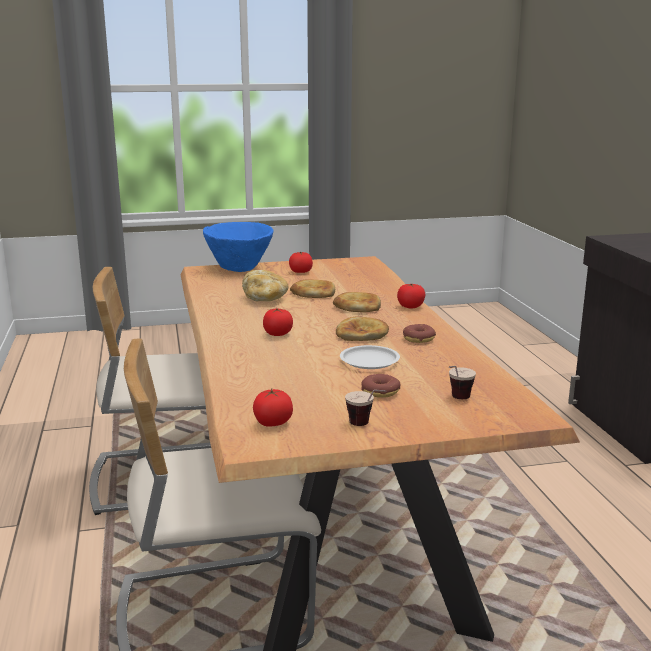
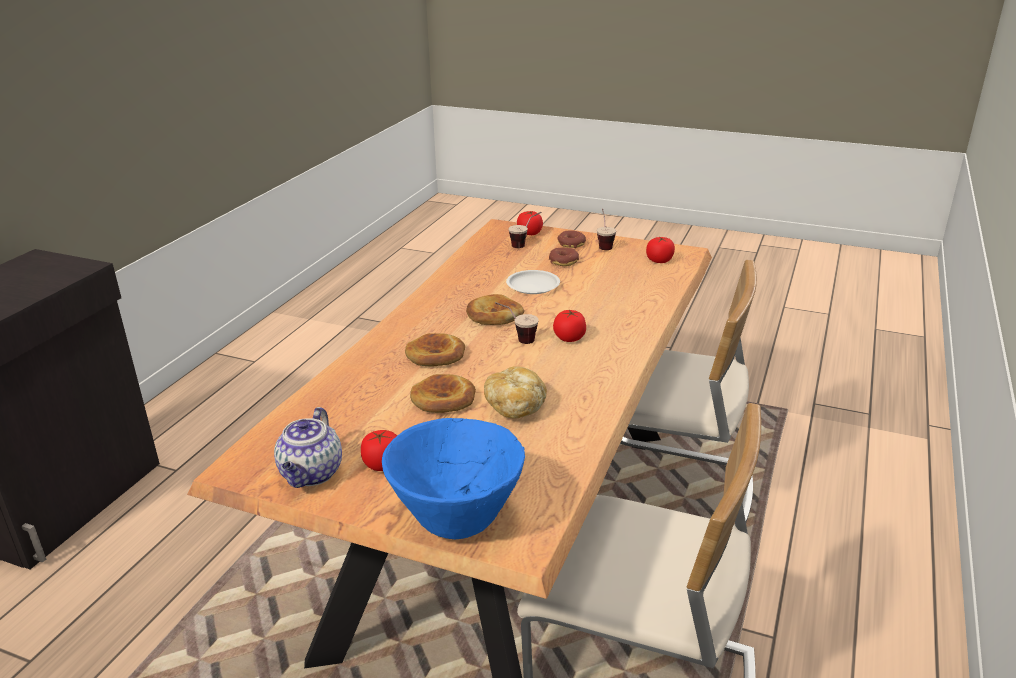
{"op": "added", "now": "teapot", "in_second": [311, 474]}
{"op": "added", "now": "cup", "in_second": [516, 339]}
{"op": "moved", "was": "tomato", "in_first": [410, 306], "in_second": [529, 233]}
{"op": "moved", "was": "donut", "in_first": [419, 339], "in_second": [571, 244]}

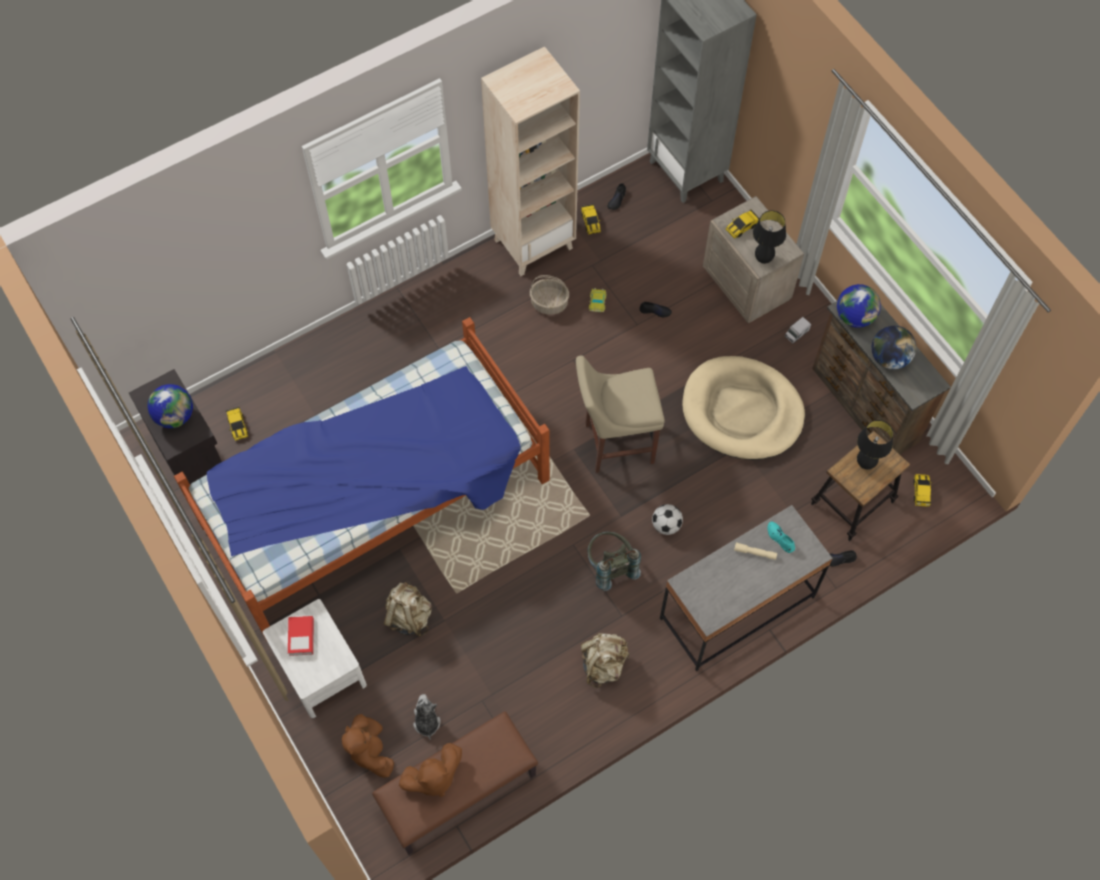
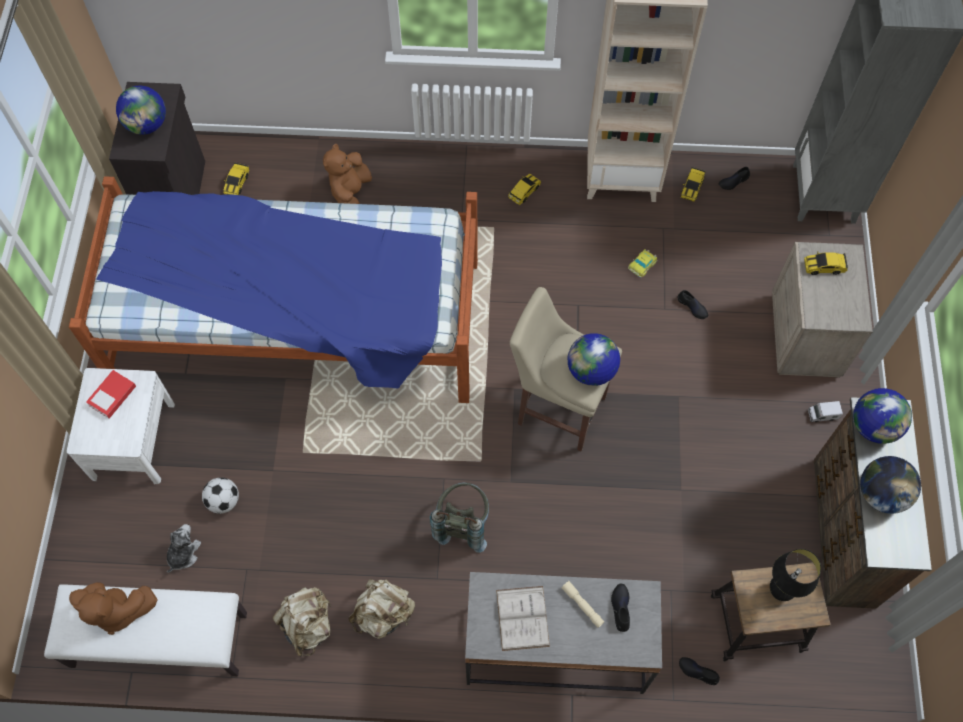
{"op": "removed", "was": "basket", "in_first": [549, 303]}
{"op": "removed", "was": "beige dog bed", "in_first": [742, 411]}
{"op": "removed", "was": "black table lamp", "in_first": [763, 259]}
{"op": "added", "now": "white book", "in_second": [522, 618]}
{"op": "added", "now": "globe", "in_second": [591, 371]}
{"op": "moved", "was": "brown plush toy", "in_first": [370, 750], "in_second": [350, 192]}
{"op": "moved", "was": "beige backpack", "in_first": [409, 616], "in_second": [308, 625]}
{"op": "moved", "was": "football", "in_first": [666, 525], "in_second": [224, 501]}
{"op": "moved", "was": "toy car", "in_first": [921, 492], "in_second": [524, 192]}
{"op": "recoloured", "was": "brown bench", "now": "white bench", "in_first": [458, 792], "in_second": [158, 641]}
{"op": "recoloured", "was": "turquoise shoe", "now": "black shoe", "in_first": [780, 538], "in_second": [620, 608]}

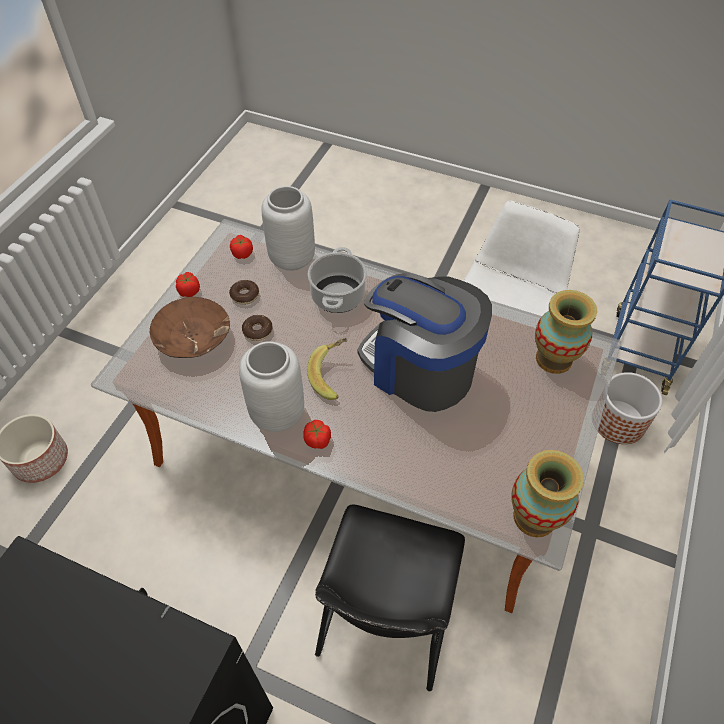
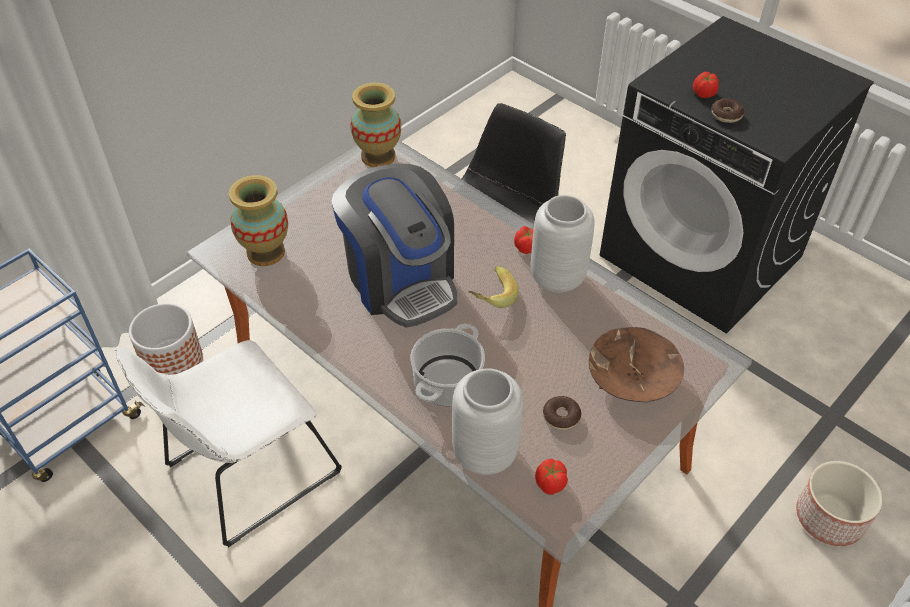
{"op": "moved", "was": "tomato", "in_first": [189, 291], "in_second": [703, 93]}
{"op": "moved", "was": "donut", "in_first": [257, 331], "in_second": [726, 115]}

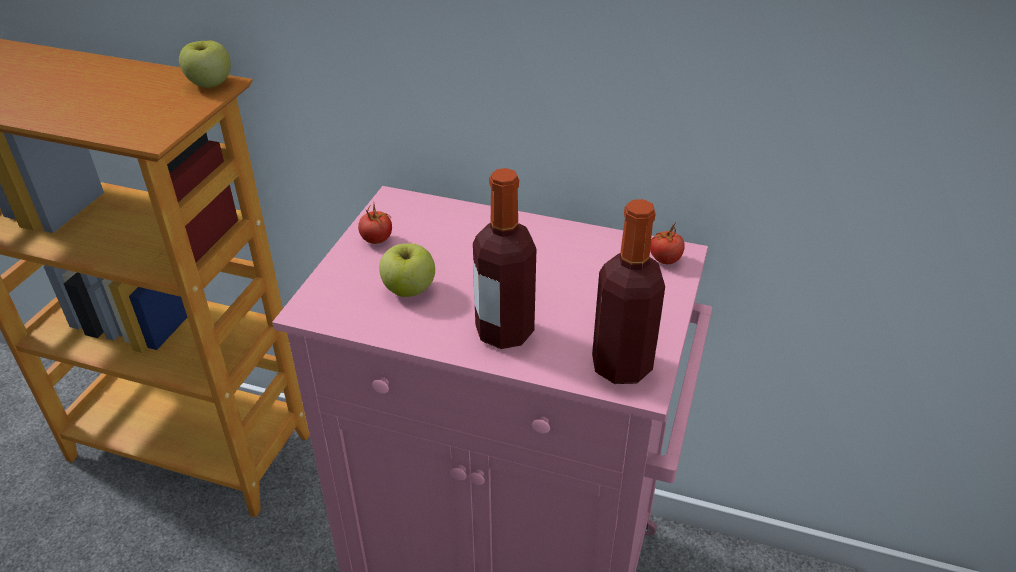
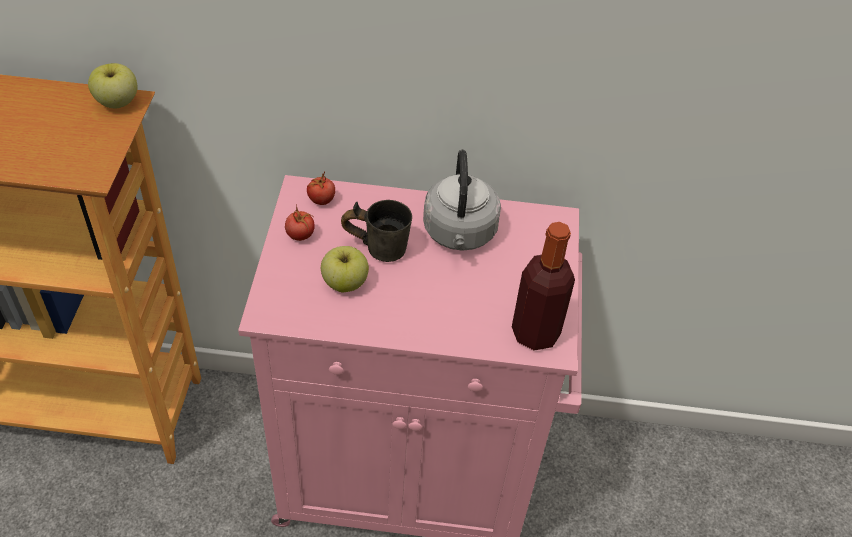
{"op": "removed", "was": "bottle", "in_first": [504, 331]}
{"op": "added", "now": "grey mug", "in_second": [378, 245]}
{"op": "added", "now": "grey kettle", "in_second": [459, 234]}
{"op": "moved", "was": "tomato", "in_first": [665, 259], "in_second": [321, 200]}

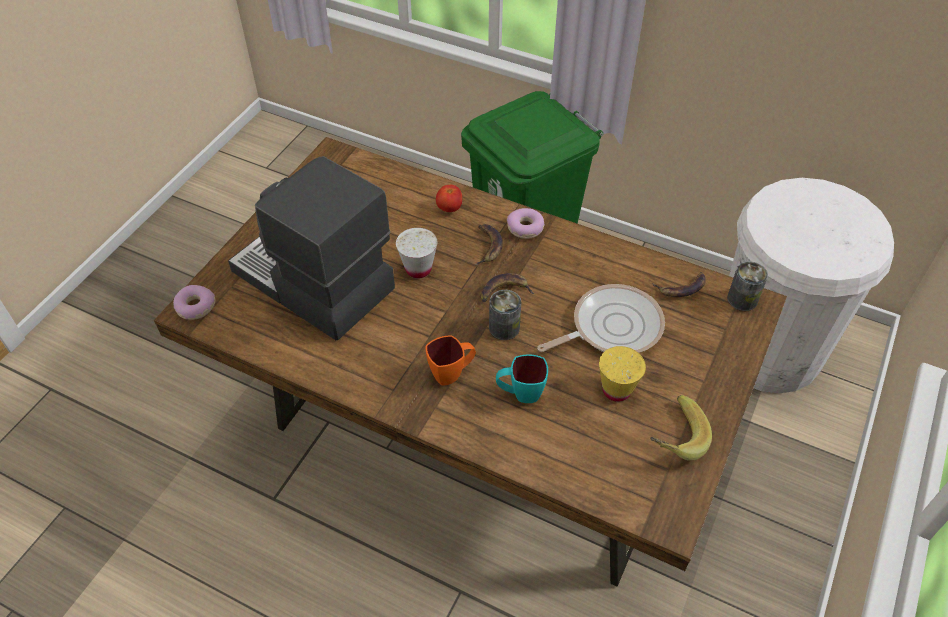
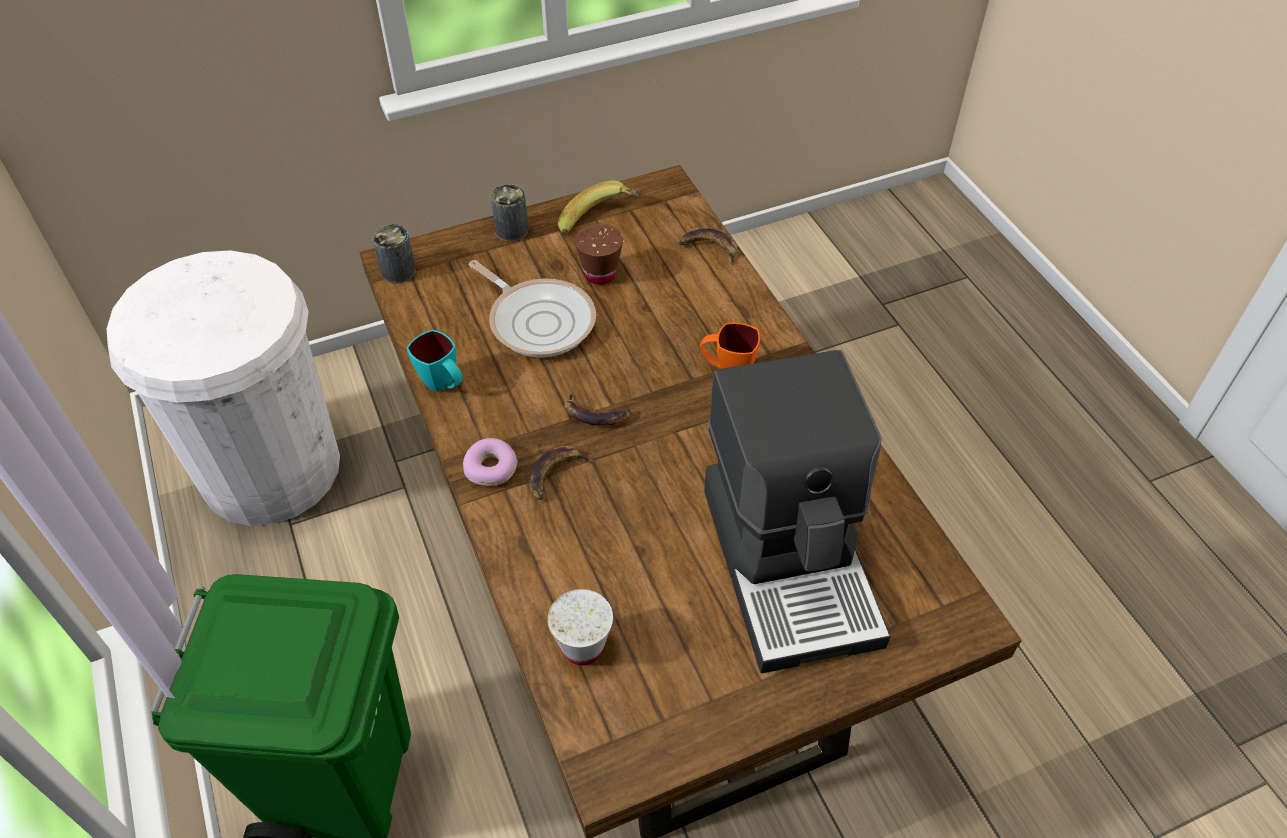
{"op": "removed", "was": "donut", "in_first": [195, 307]}
{"op": "removed", "was": "tomato", "in_first": [449, 208]}
{"op": "moved", "was": "white cup", "in_first": [418, 269], "in_second": [582, 647]}
{"op": "moved", "was": "can", "in_first": [504, 328], "in_second": [512, 230]}
{"op": "moved", "was": "turquoise mug", "in_first": [520, 394], "in_second": [443, 385]}
{"op": "moved", "was": "banana", "in_first": [682, 288], "in_second": [709, 248]}
{"op": "recoloured", "was": "yellow cup", "now": "brown cup", "in_first": [616, 390], "in_second": [600, 274]}
{"op": "turned", "was": "frying pan", "in_first": [611, 327], "in_second": [539, 320], "clockwise": -150}

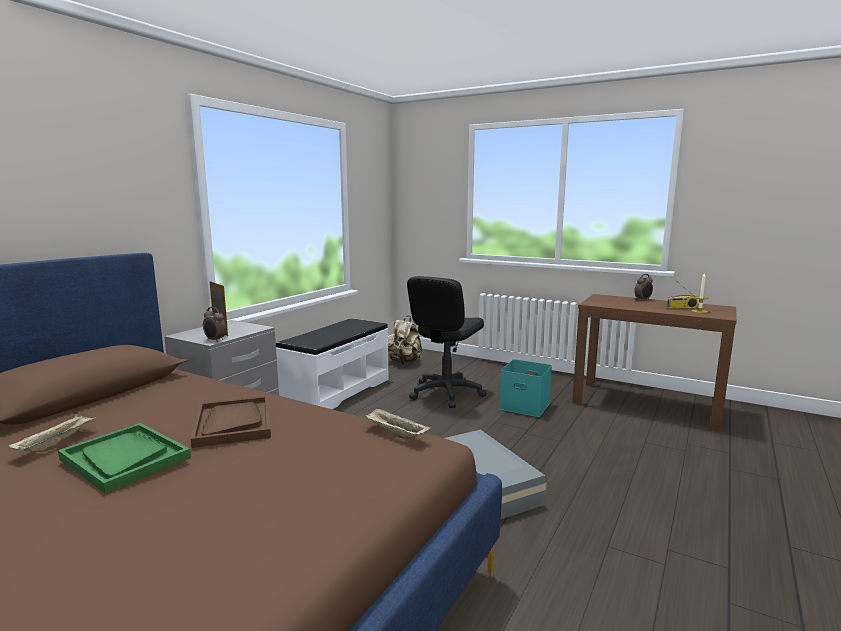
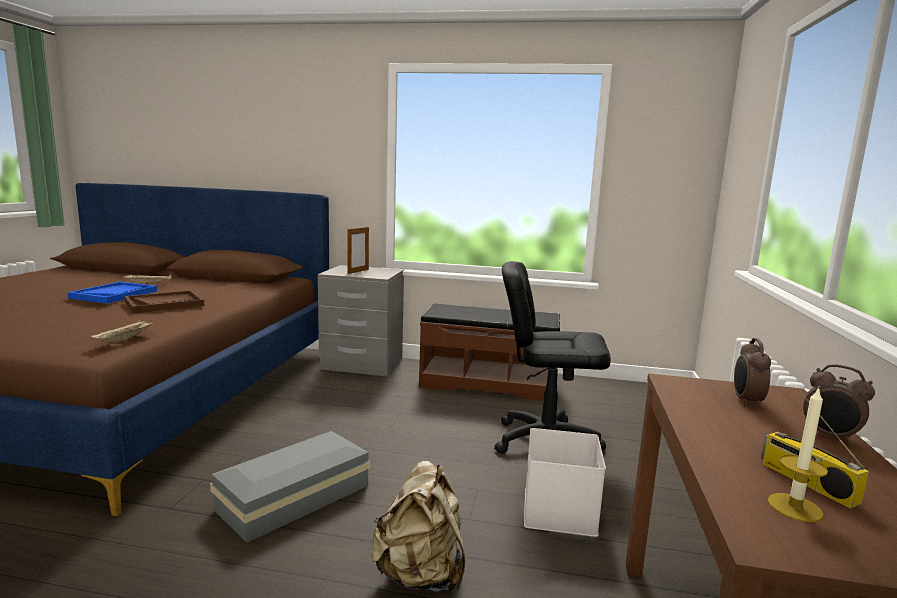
{"op": "moved", "was": "alarm clock", "in_first": [215, 340], "in_second": [746, 401]}
{"op": "moved", "was": "beige backpack", "in_first": [404, 362], "in_second": [420, 574]}
{"op": "recoloured", "was": "green tray", "now": "blue tray", "in_first": [124, 458], "in_second": [114, 294]}
{"op": "recoloured", "was": "white bench", "now": "brown bench", "in_first": [336, 391], "in_second": [488, 383]}
{"op": "recoloured", "was": "turquoise storage box", "now": "white storage box", "in_first": [526, 406], "in_second": [561, 512]}

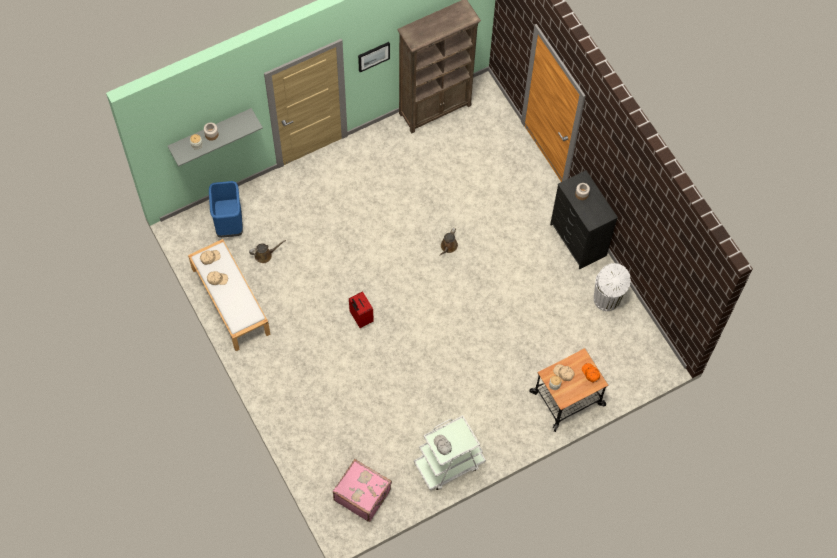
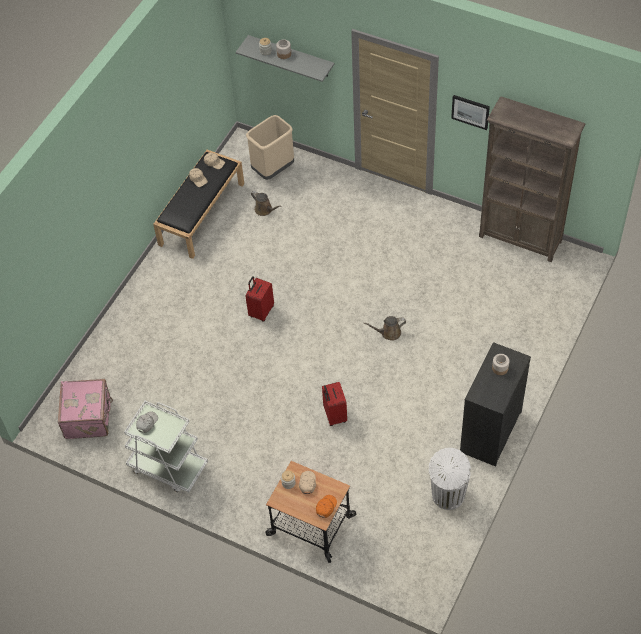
{"op": "added", "now": "red suitcase", "in_second": [334, 415]}
{"op": "recoloured", "was": "white bench", "now": "black bench", "in_first": [230, 301], "in_second": [201, 213]}
{"op": "recoloured", "was": "blue trash can", "now": "beige trash can", "in_first": [229, 224], "in_second": [273, 169]}

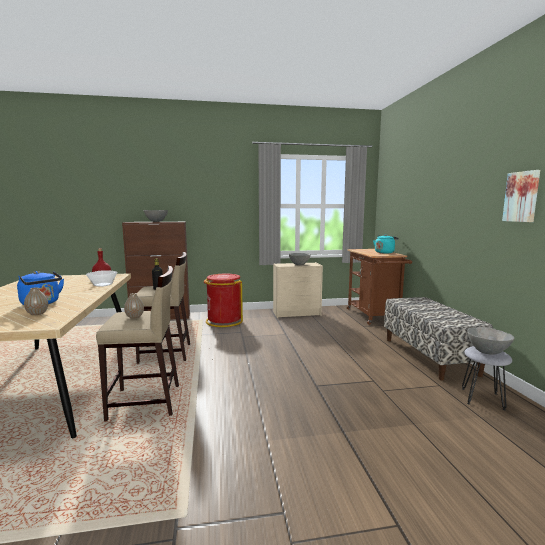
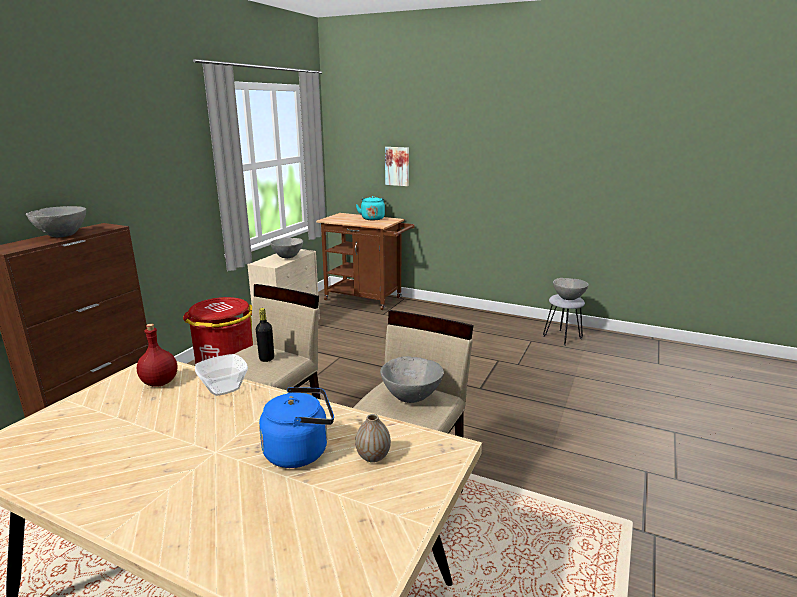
{"op": "removed", "was": "bench", "in_first": [429, 356]}
{"op": "moved", "was": "picture", "in_first": [522, 196], "in_second": [397, 166]}
{"op": "replaced", "was": "vase", "now": "grey bowl", "in_first": [134, 317], "in_second": [411, 397]}

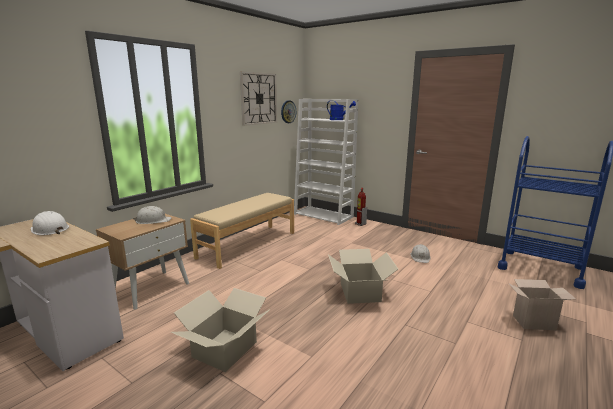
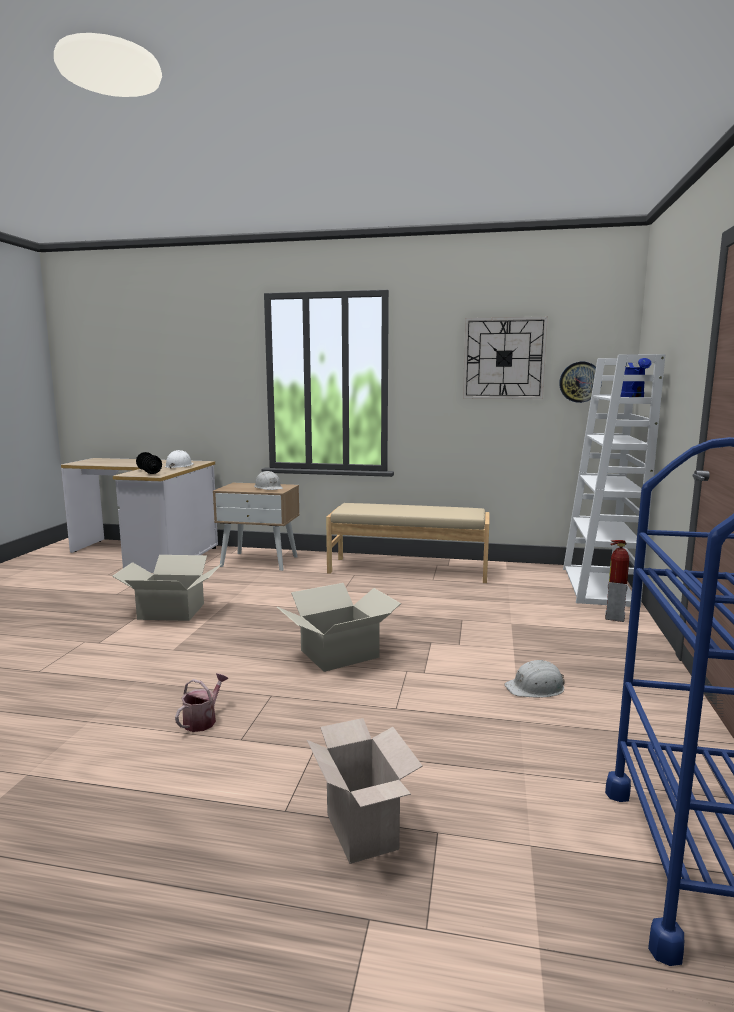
{"op": "added", "now": "black dumbbell", "in_second": [149, 472]}
{"op": "added", "now": "watering can", "in_second": [203, 720]}

